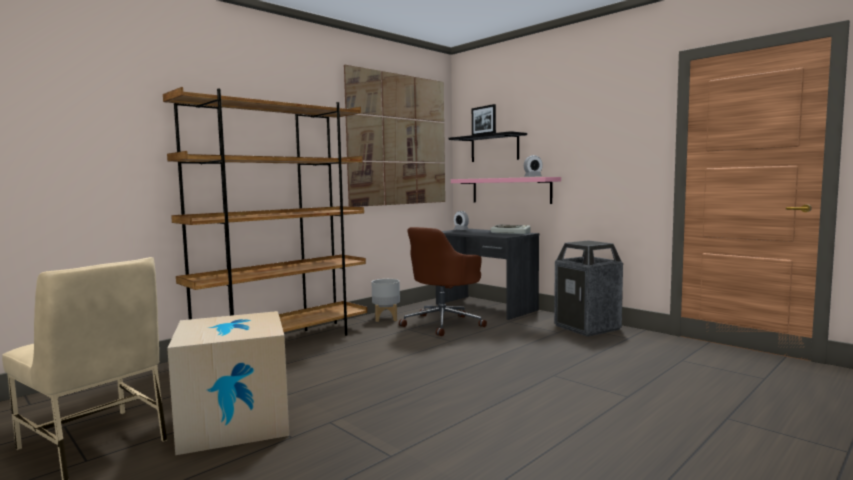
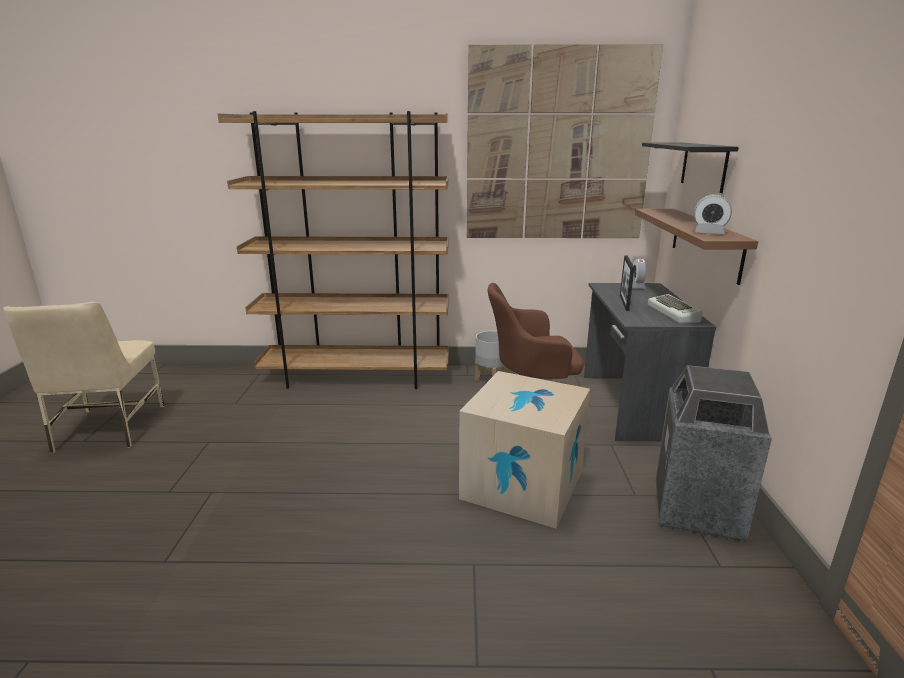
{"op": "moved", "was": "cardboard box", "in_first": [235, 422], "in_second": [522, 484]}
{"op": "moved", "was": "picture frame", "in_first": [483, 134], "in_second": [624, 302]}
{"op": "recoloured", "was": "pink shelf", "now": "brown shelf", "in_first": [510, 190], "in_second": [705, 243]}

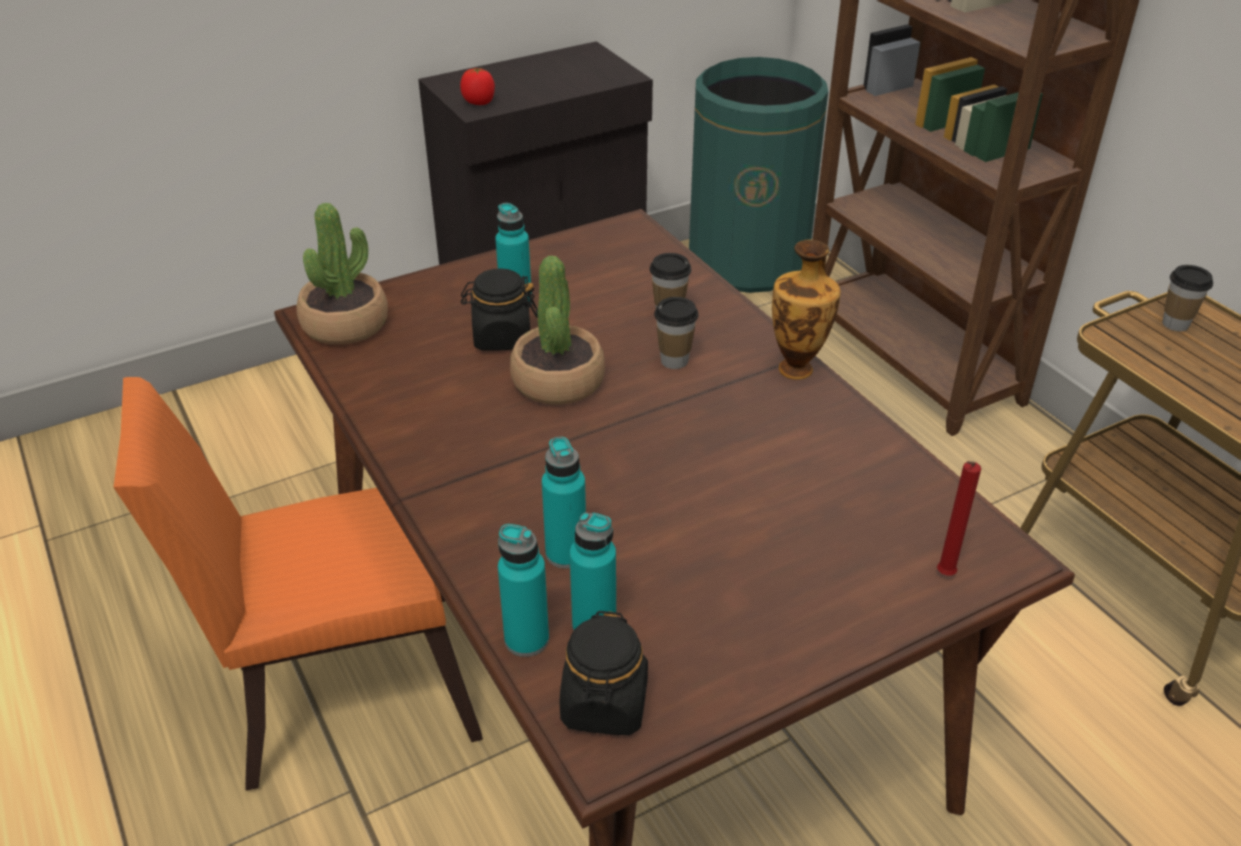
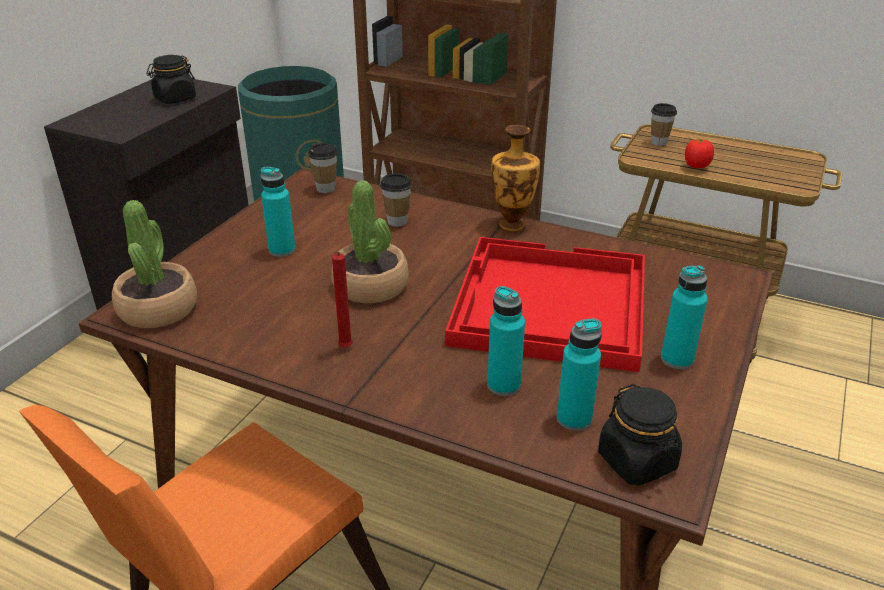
{"op": "added", "now": "red tray", "in_second": [548, 305]}
{"op": "moved", "was": "tomato", "in_first": [479, 102], "in_second": [696, 166]}
{"op": "moved", "was": "black jar", "in_first": [501, 337], "in_second": [175, 99]}
{"op": "moved", "was": "turquoise bottle", "in_first": [526, 639], "in_second": [677, 359]}
{"op": "moved", "was": "cup", "in_first": [674, 361], "in_second": [326, 188]}
{"op": "moved", "was": "red candle", "in_first": [943, 576], "in_second": [345, 349]}

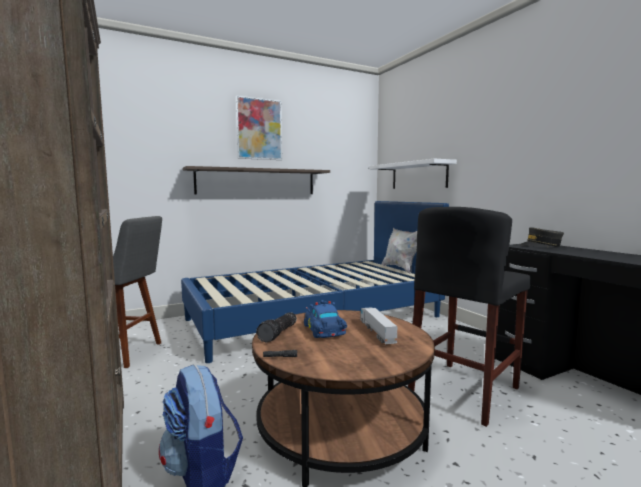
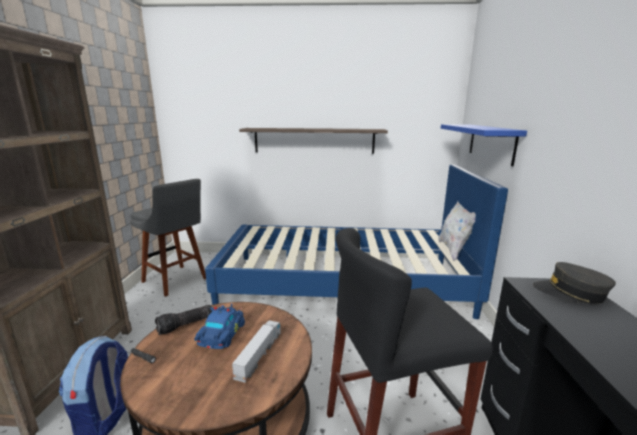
{"op": "removed", "was": "picture", "in_first": [259, 129]}
{"op": "recoloured", "was": "white shelf", "now": "blue shelf", "in_first": [418, 175], "in_second": [491, 143]}

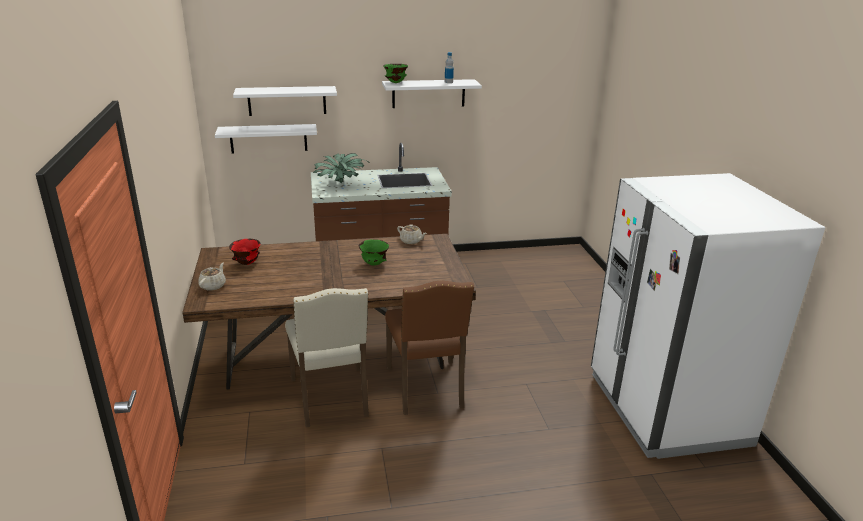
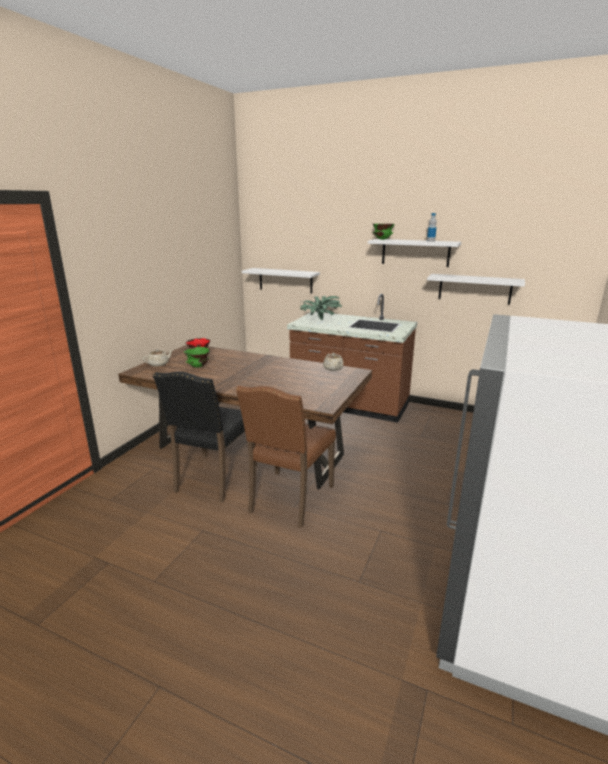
{"op": "moved", "was": "white shelf", "in_first": [287, 100], "in_second": [474, 288]}
{"op": "moved", "was": "green bowl", "in_first": [374, 264], "in_second": [198, 367]}
{"op": "recoloured", "was": "beige chair", "now": "black chair", "in_first": [331, 398], "in_second": [213, 479]}

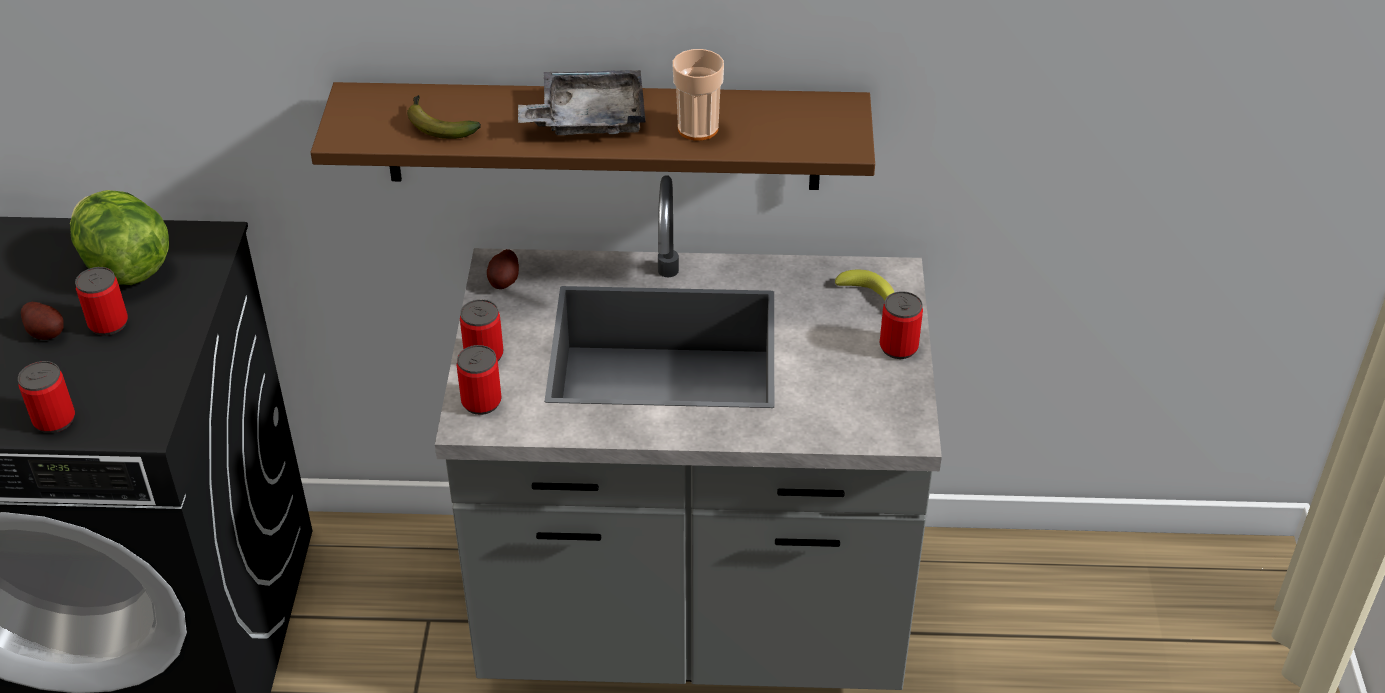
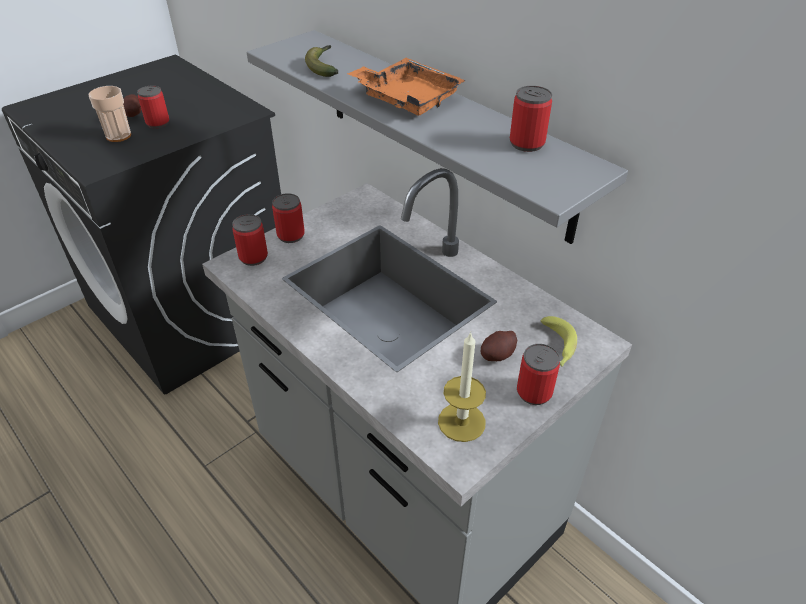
{"op": "removed", "was": "lettuce", "in_first": [125, 267]}
{"op": "added", "now": "candle", "in_second": [461, 422]}
{"op": "moved", "was": "can", "in_first": [54, 420], "in_second": [527, 143]}
{"op": "moved", "was": "potato", "in_first": [504, 282], "in_second": [497, 355]}
{"op": "moved", "was": "cup", "in_first": [698, 128], "in_second": [118, 136]}
{"op": "recoloured", "was": "brown shelf", "now": "grey shelf", "in_first": [602, 136], "in_second": [442, 131]}
{"op": "recoloured", "was": "grey tray", "now": "orange tray", "in_first": [588, 118], "in_second": [407, 98]}

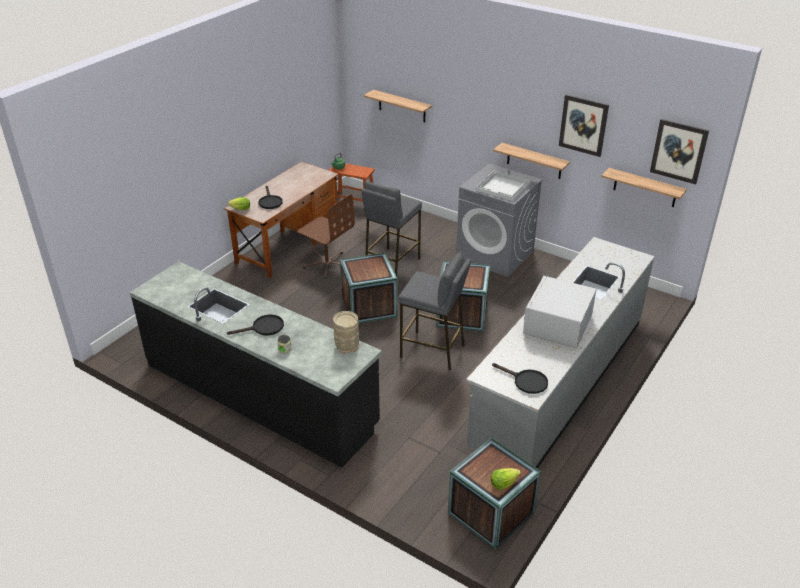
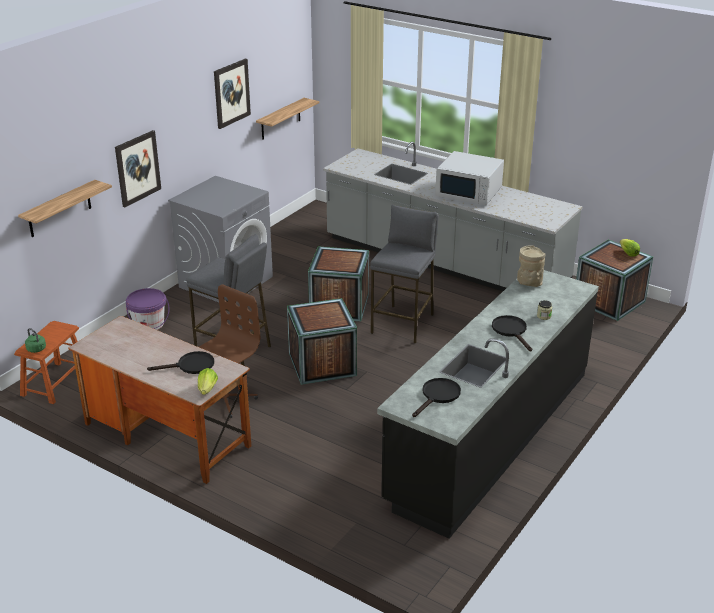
{"op": "removed", "was": "white tray", "in_first": [503, 187]}
{"op": "removed", "was": "shelf", "in_first": [534, 161]}
{"op": "added", "now": "purple bucket", "in_second": [149, 324]}
{"op": "moved", "was": "black frying pan", "in_first": [526, 381], "in_second": [438, 396]}
{"op": "moved", "was": "picture", "in_first": [679, 151], "in_second": [137, 168]}

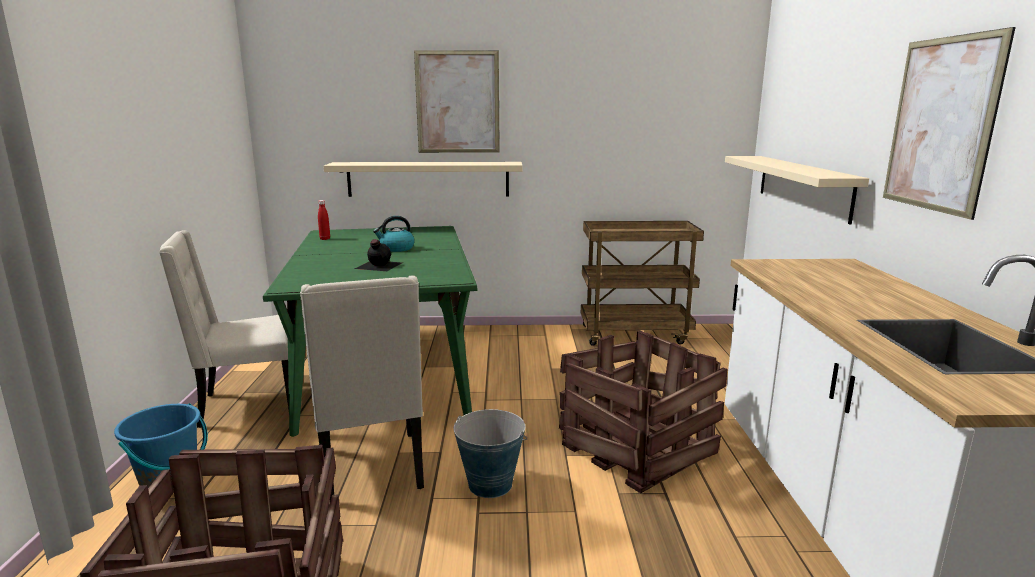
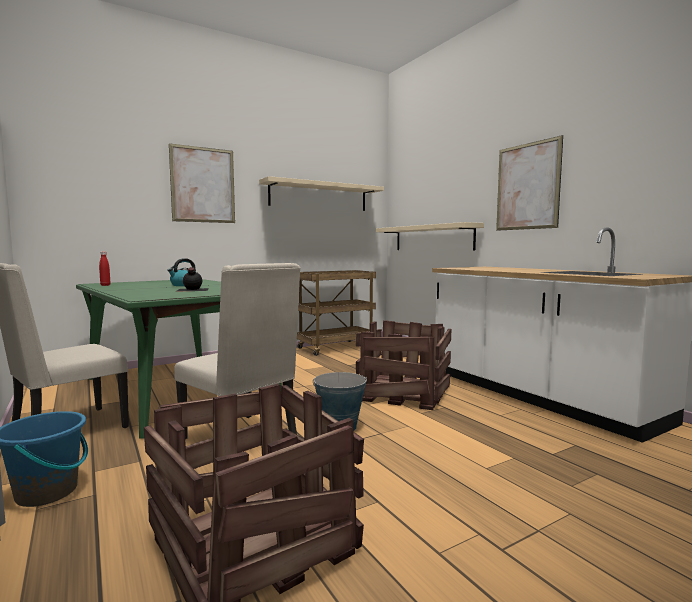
{"op": "moved", "was": "beige shelf", "in_first": [428, 179], "in_second": [319, 196]}

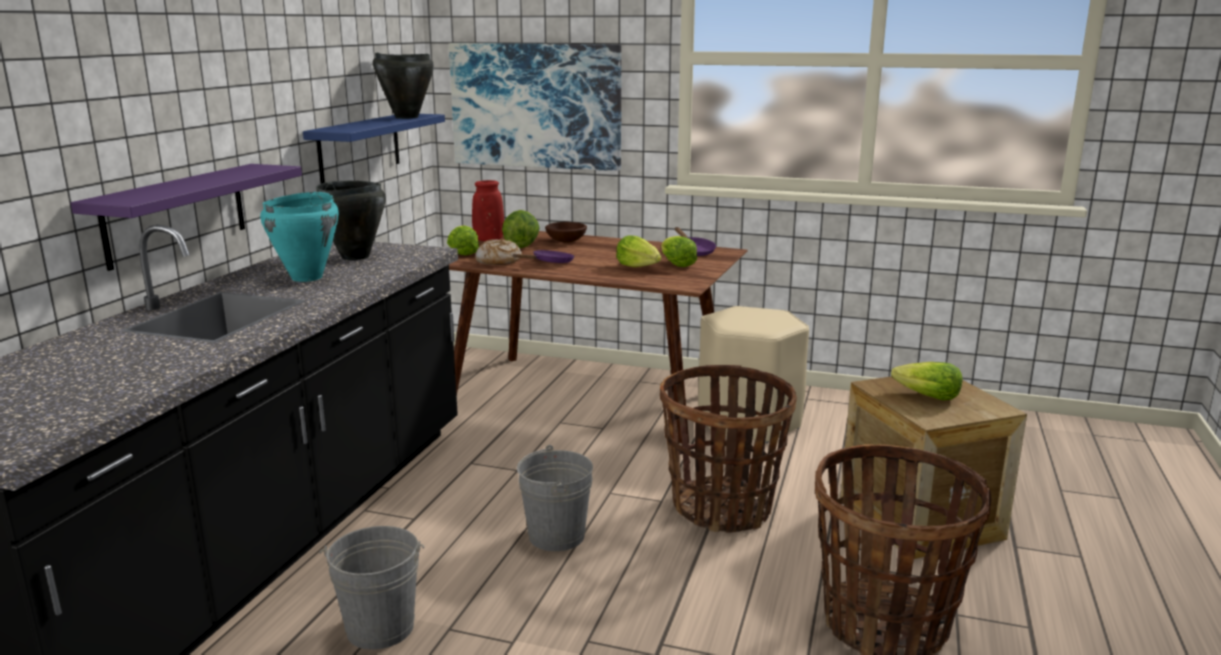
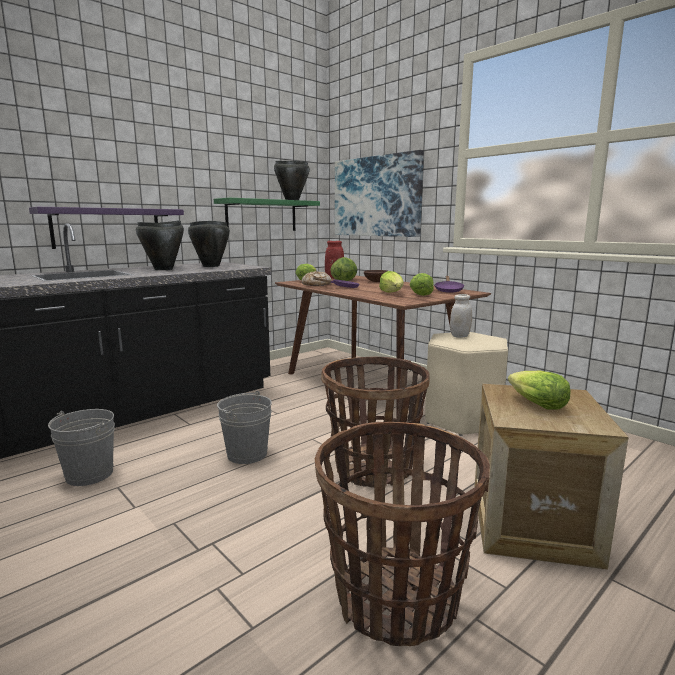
{"op": "added", "now": "white jar", "in_second": [460, 336]}
{"op": "recoloured", "was": "turquoise cooking pot", "now": "black cooking pot", "in_first": [307, 277], "in_second": [164, 269]}
{"op": "recoloured", "was": "blue shelf", "now": "green shelf", "in_first": [359, 147], "in_second": [261, 215]}

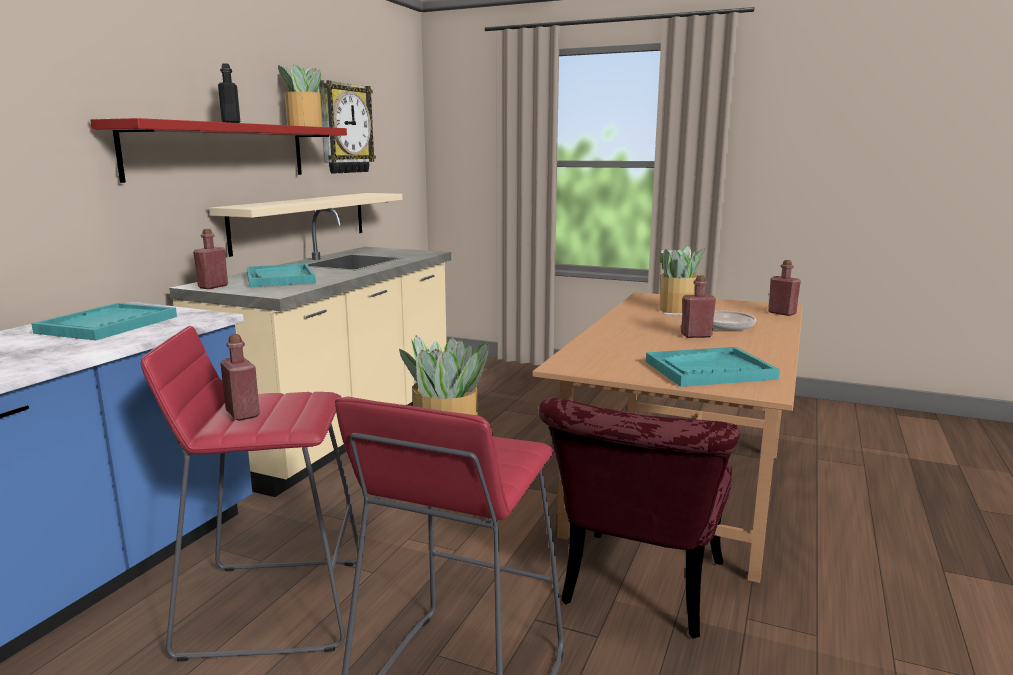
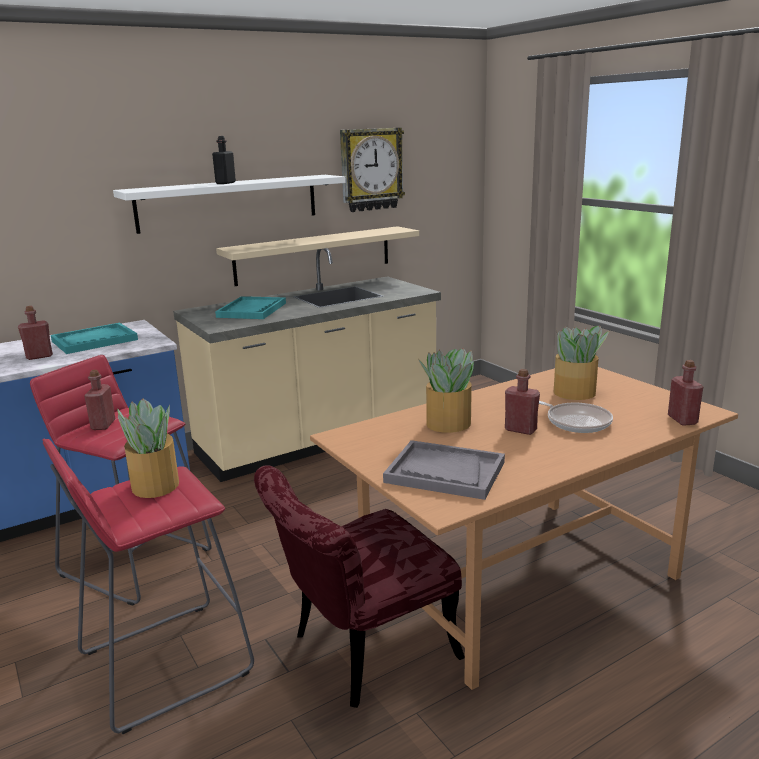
{"op": "moved", "was": "red bottle", "in_first": [213, 286], "in_second": [39, 356]}
{"op": "moved", "was": "potted plant", "in_first": [304, 127], "in_second": [447, 424]}
{"op": "recoloured", "was": "red shelf", "now": "white shelf", "in_first": [220, 151], "in_second": [229, 202]}
{"op": "recoloured", "was": "turquoise tray", "now": "grey tray", "in_first": [709, 370], "in_second": [444, 472]}

